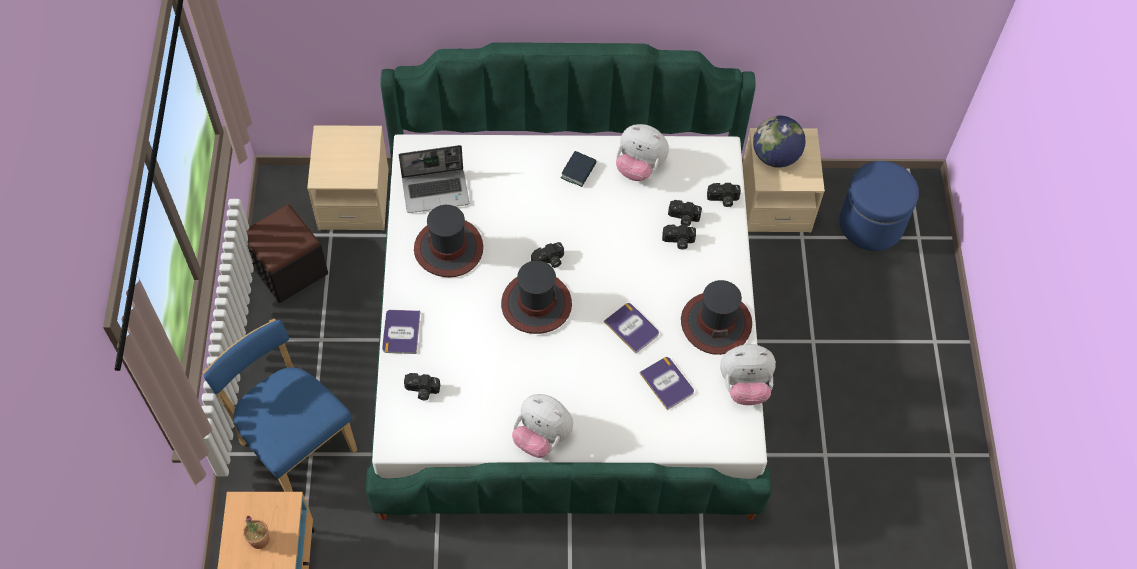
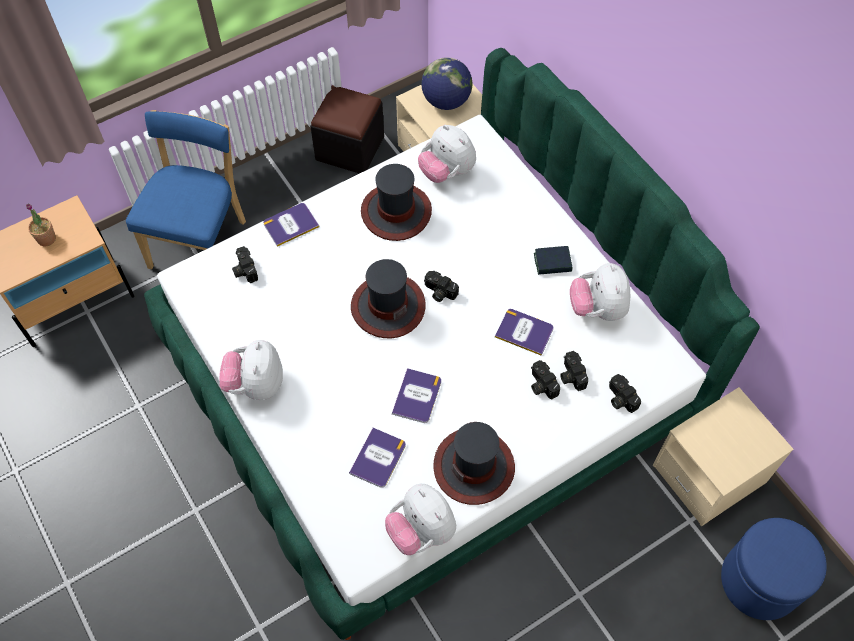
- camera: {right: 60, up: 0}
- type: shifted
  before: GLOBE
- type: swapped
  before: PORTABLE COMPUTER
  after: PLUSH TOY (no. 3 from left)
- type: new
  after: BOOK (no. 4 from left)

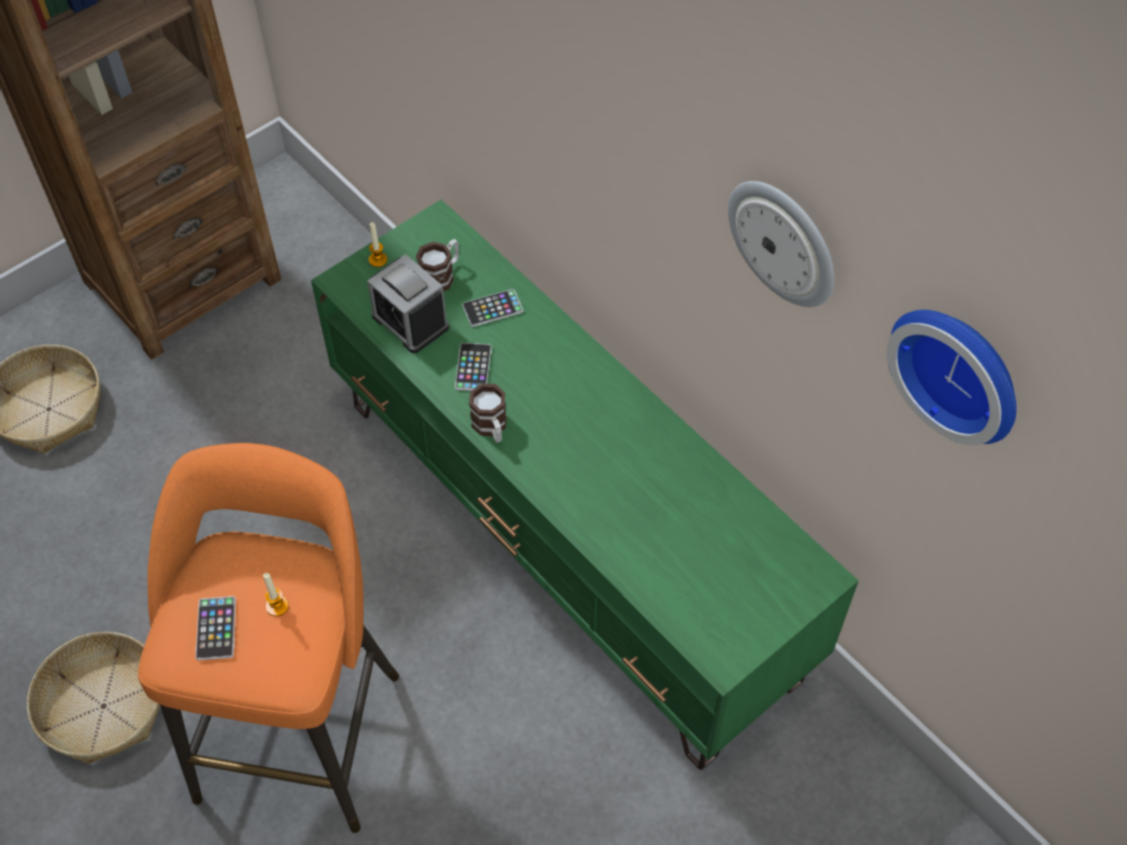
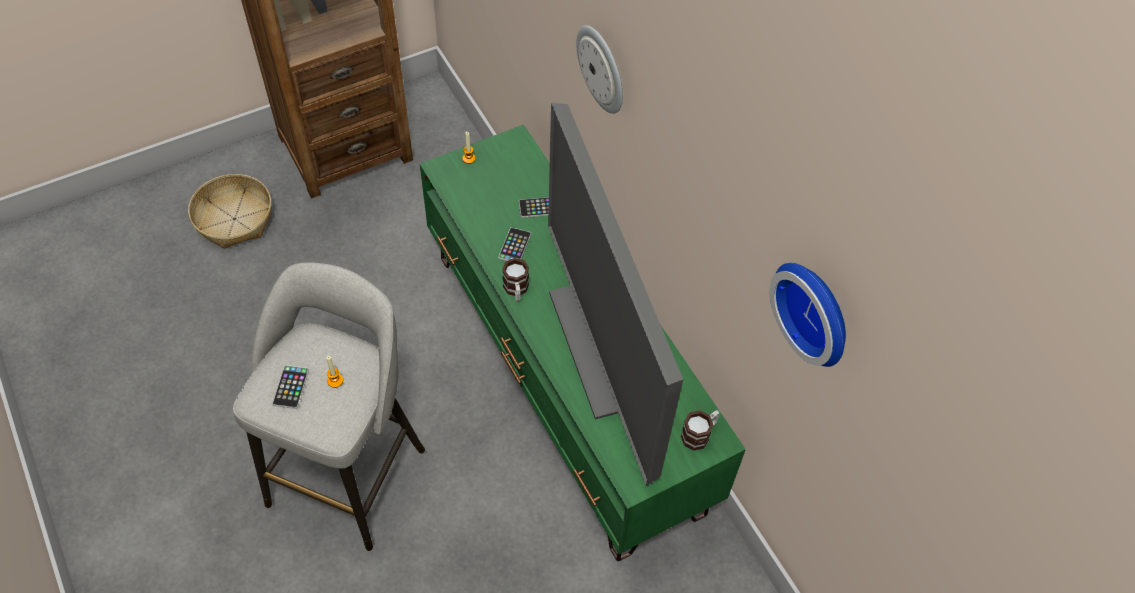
- camera: {right: 10, up: 0}
- type: shifted
  before: CLOCK ON THE WALL (no. 1 from left)
- type: shifted
  before: MUG (no. 1 from left in the first image)
  after: MUG (no. 2 from left)
- type: gone
  before: BEDSIDE CLOCK
- type: repainted
  before: ORANGE STOOL SEAT
  after: GREYISH STOOL SEAT
- type: gone
  before: STORAGE BASKET (no. 2 from left)
- type: new
  after: TV SET

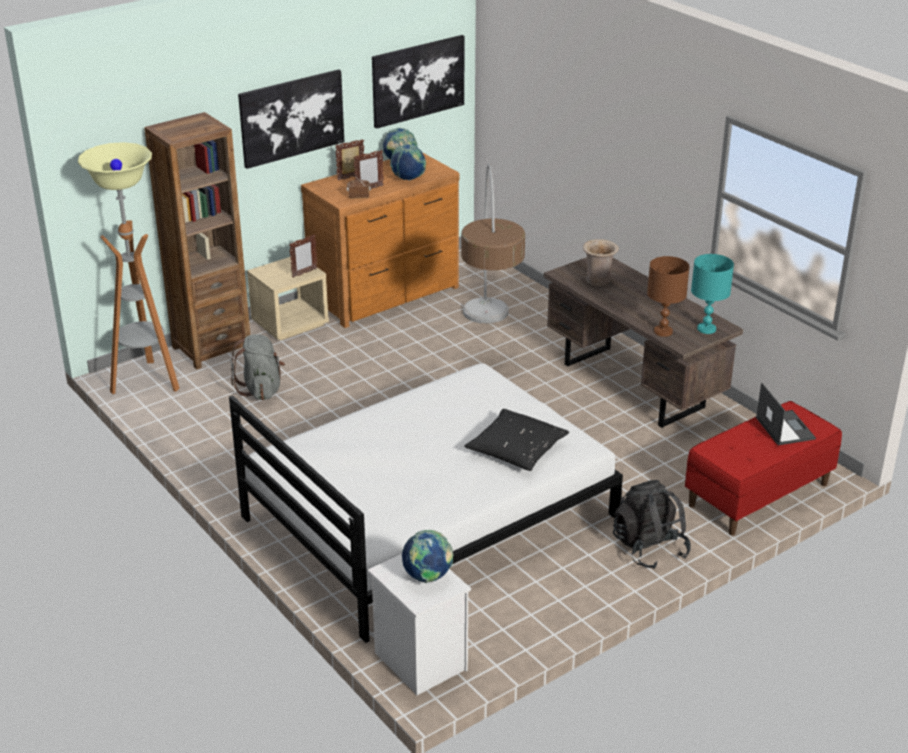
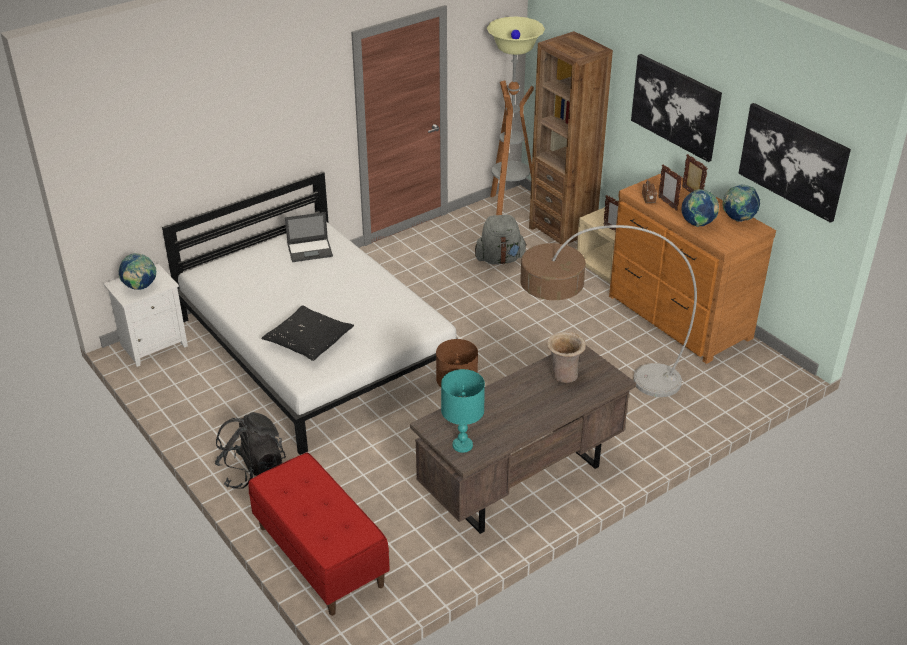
- camera: {right: 90, up: 5}
- type: shifted
  before: PORTABLE COMPUTER

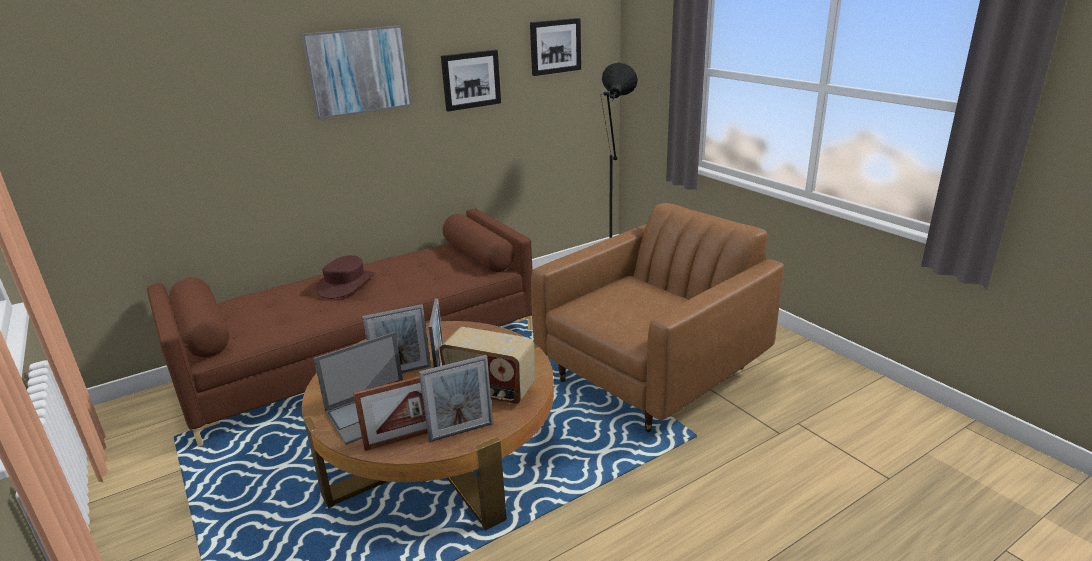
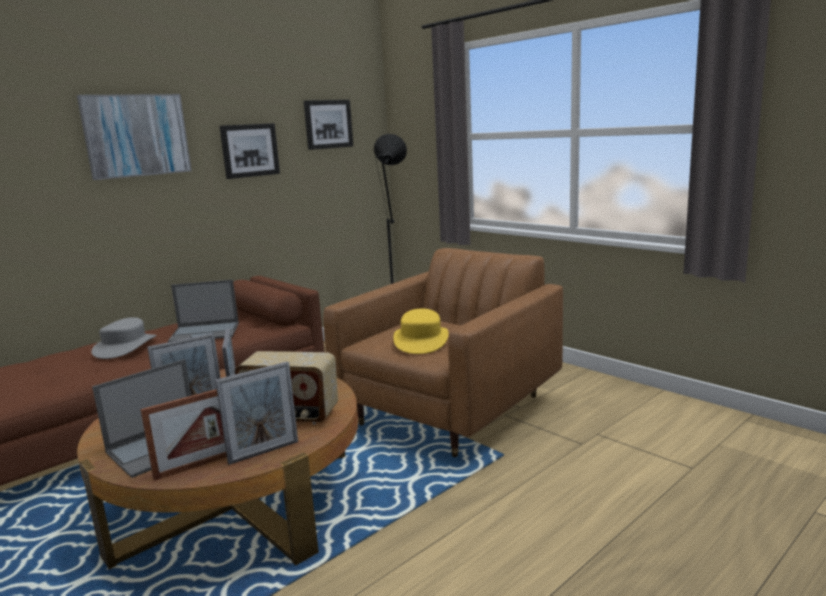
- camera: {right: -10, up: -10}
- type: repainted
  before: BROWN-COLOURED HAT
  after: GREYISH HAT
- type: new
  after: PORTABLE COMPUTER (no. 2 from left)
- type: new
  after: YELLOWISH HAT

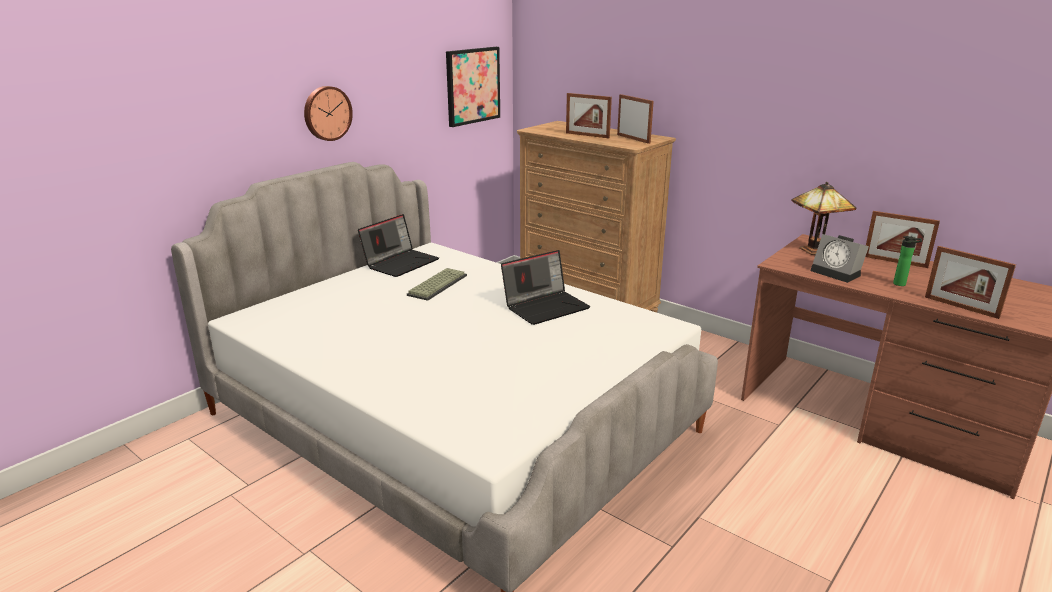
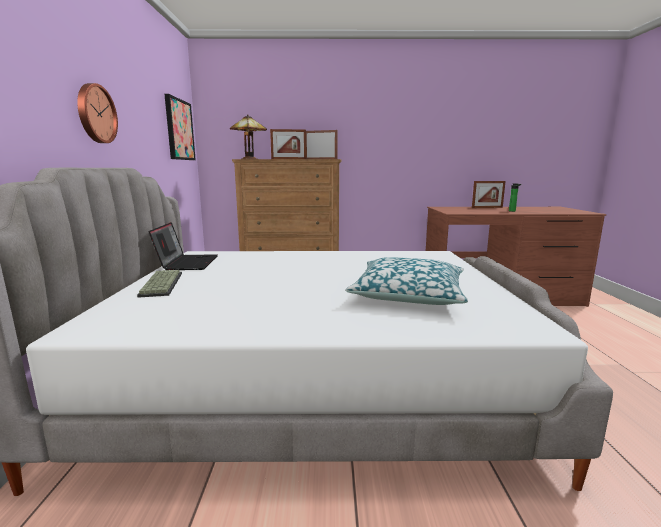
- camera: {right: -40, up: -10}
- type: shifted
  before: LAMP FOR A TABLE
- type: gone
  before: BEDSIDE CLOCK
- type: gone
  before: STANDING FRAME (no. 4 from left)
- type: gone
  before: PORTABLE COMPUTER (no. 2 from left)
- type: shifted
  before: PC KEYBOARD
- type: new
  after: THROW PILLOW

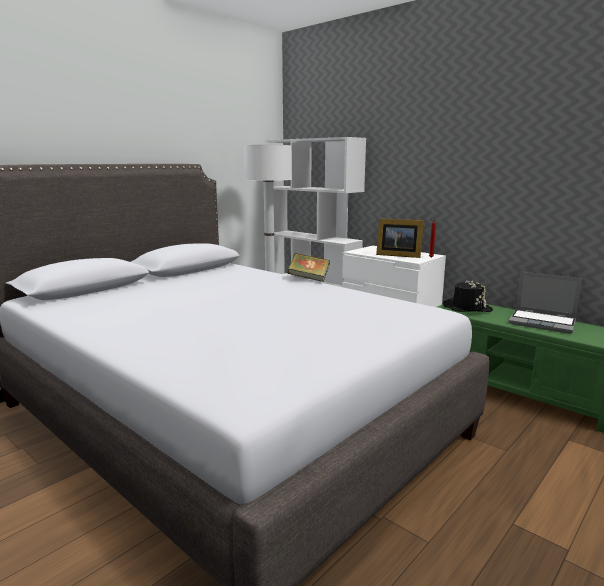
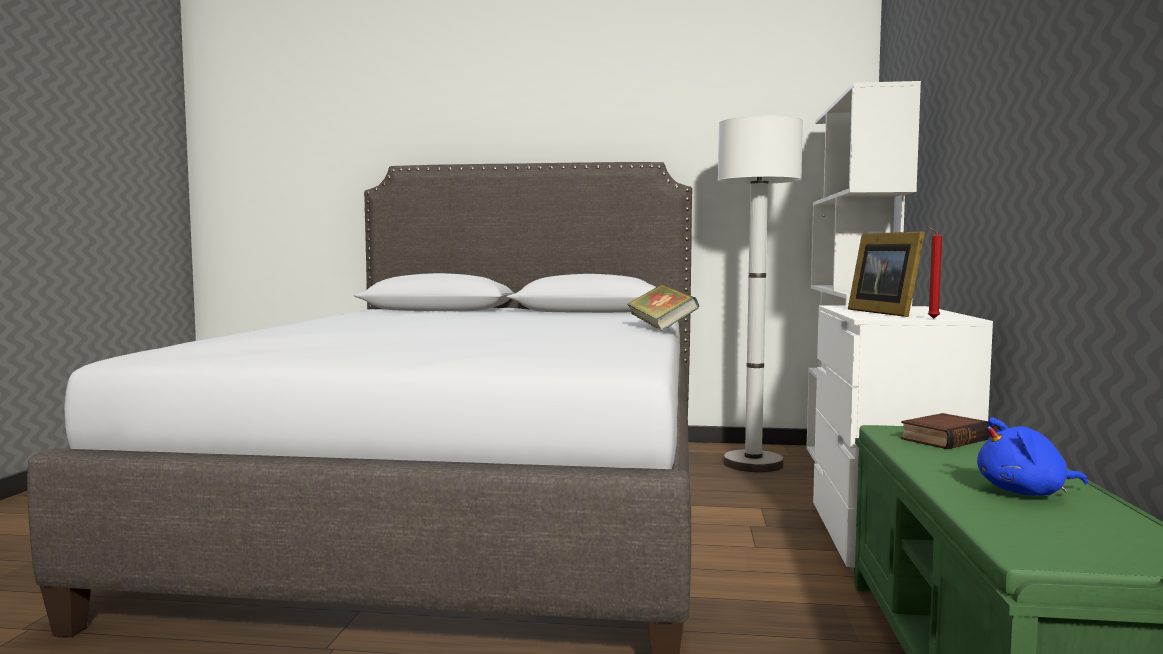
- camera: {right: 55, up: -10}
- type: swapped
  before: PORTABLE COMPUTER
  after: BLUISH PLUSH TOY
- type: swapped
  before: BLACKISH HAT
  after: BOOK (no. 2 from left)

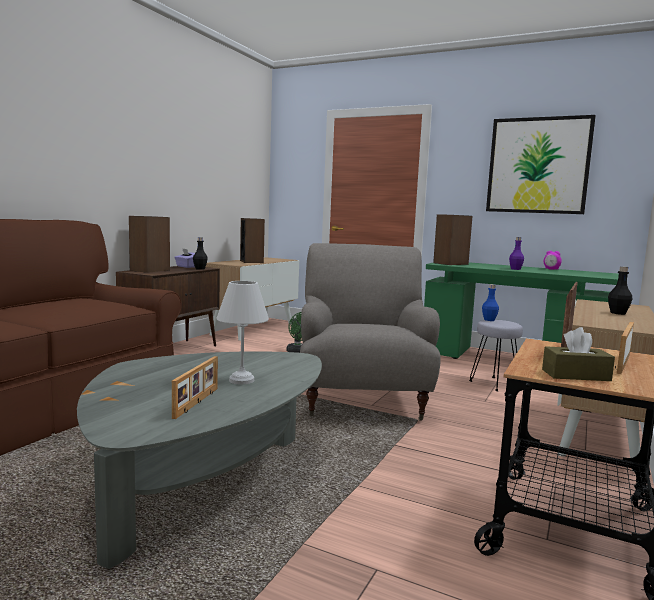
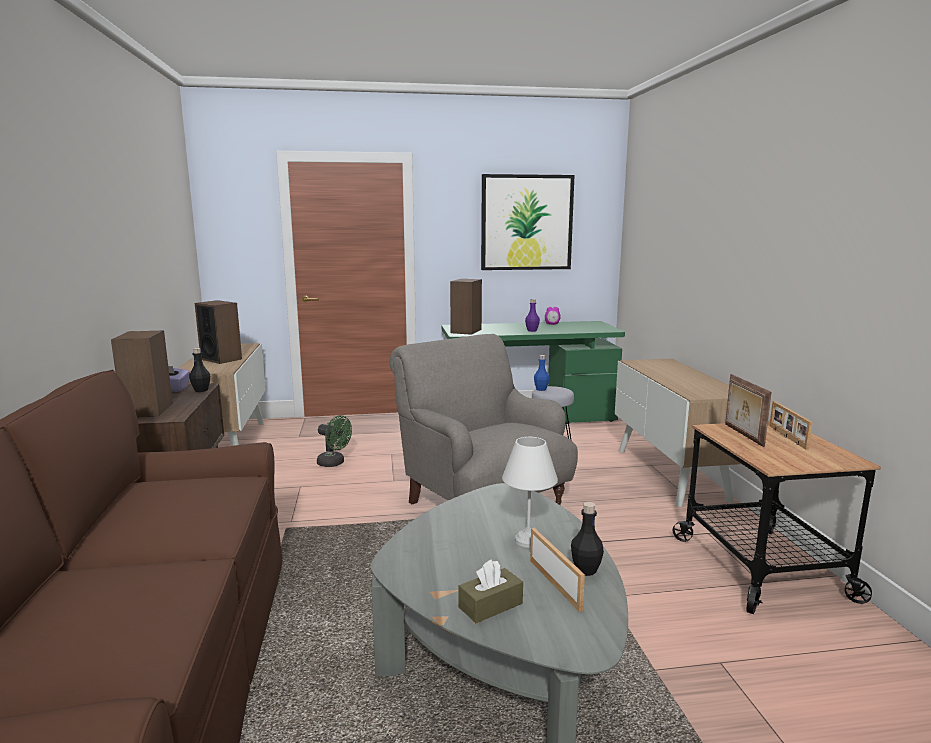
- camera: {right: -35, up: 5}
- type: shifted
  before: BLACKISH DRINK BOTTLE (no. 2 from left)
- type: shifted
  before: BROWN-COLOURED TISSUE BOX

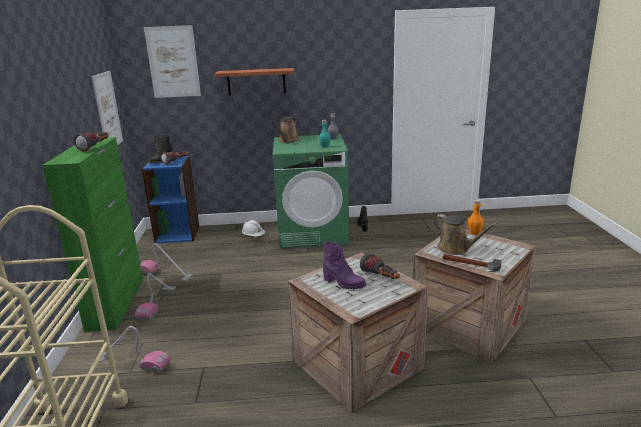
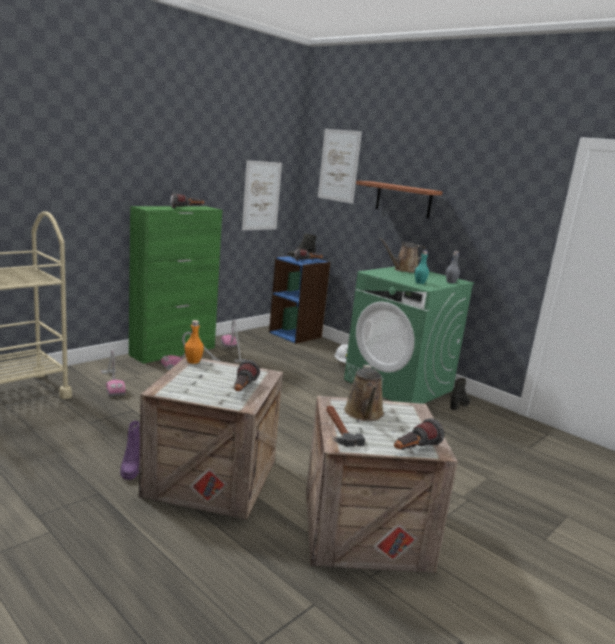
- camera: {right: 45, up: -5}
- type: shifted
  before: ORANGE DRINK BOTTLE
- type: shifted
  before: PURPLE BOOT
- type: new
  after: HAND TORCH (no. 4 from left)

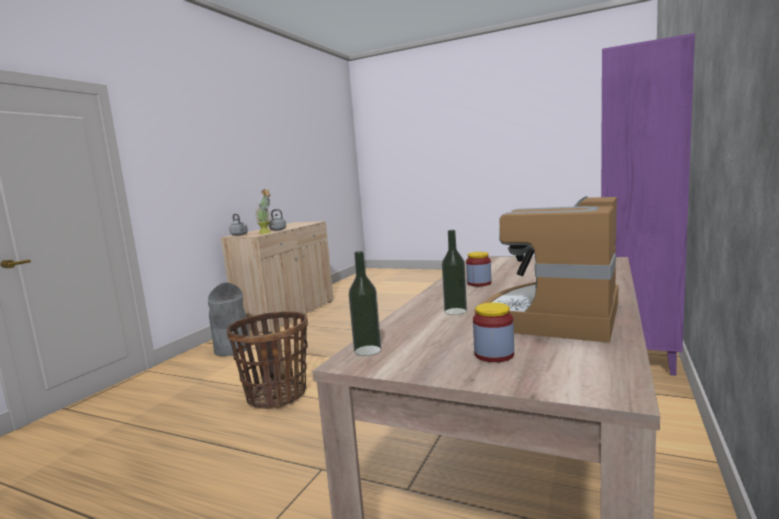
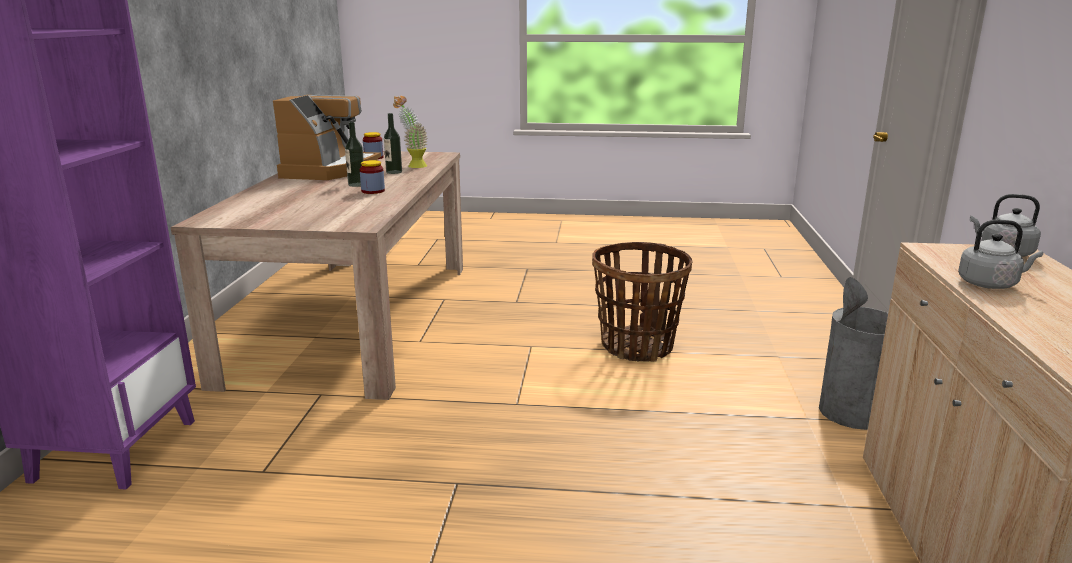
- camera: {right: 160, up: 10}
- type: shifted
  before: HOUSEPLANT
- type: shifted
  before: DRINK BOTTLE (no. 1 from left)

